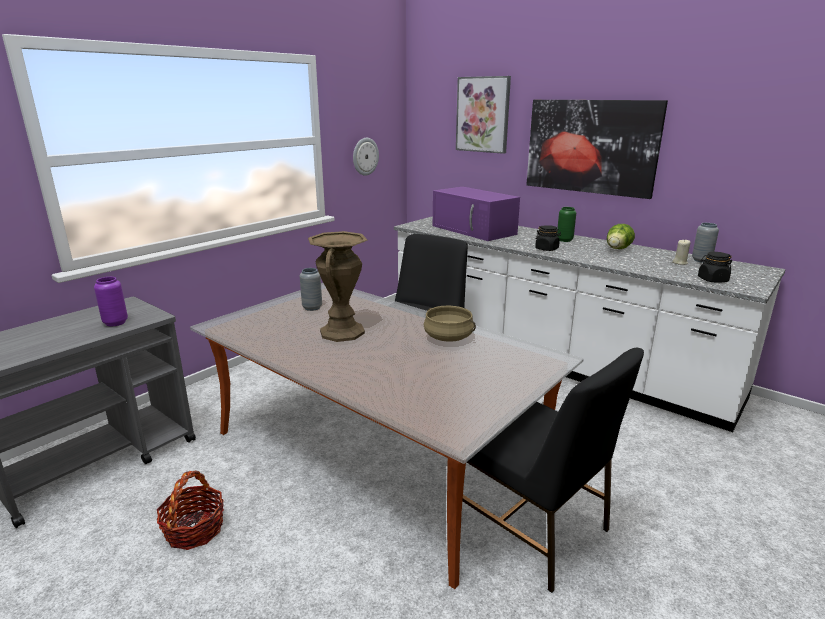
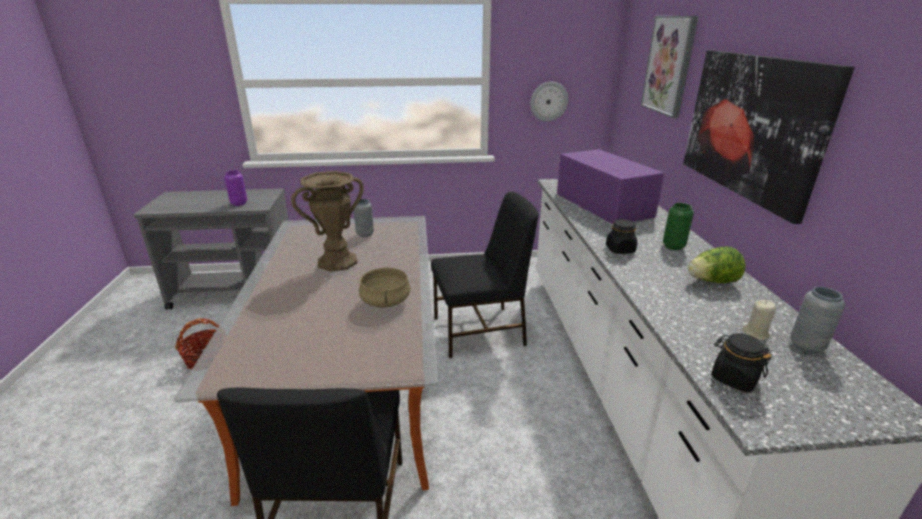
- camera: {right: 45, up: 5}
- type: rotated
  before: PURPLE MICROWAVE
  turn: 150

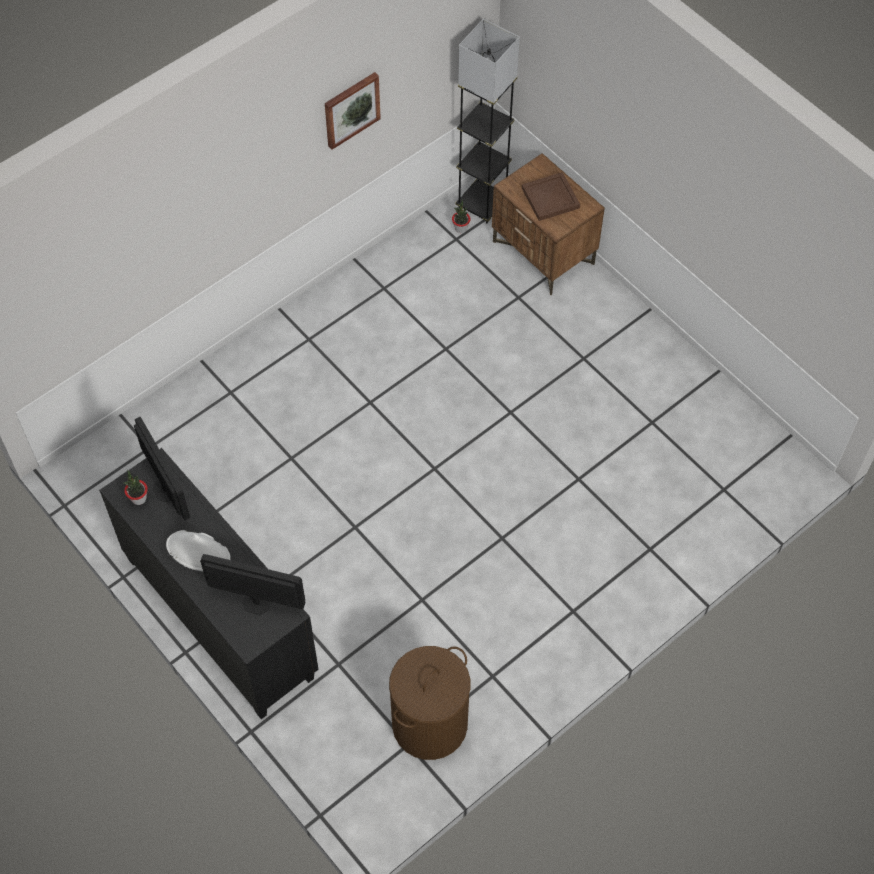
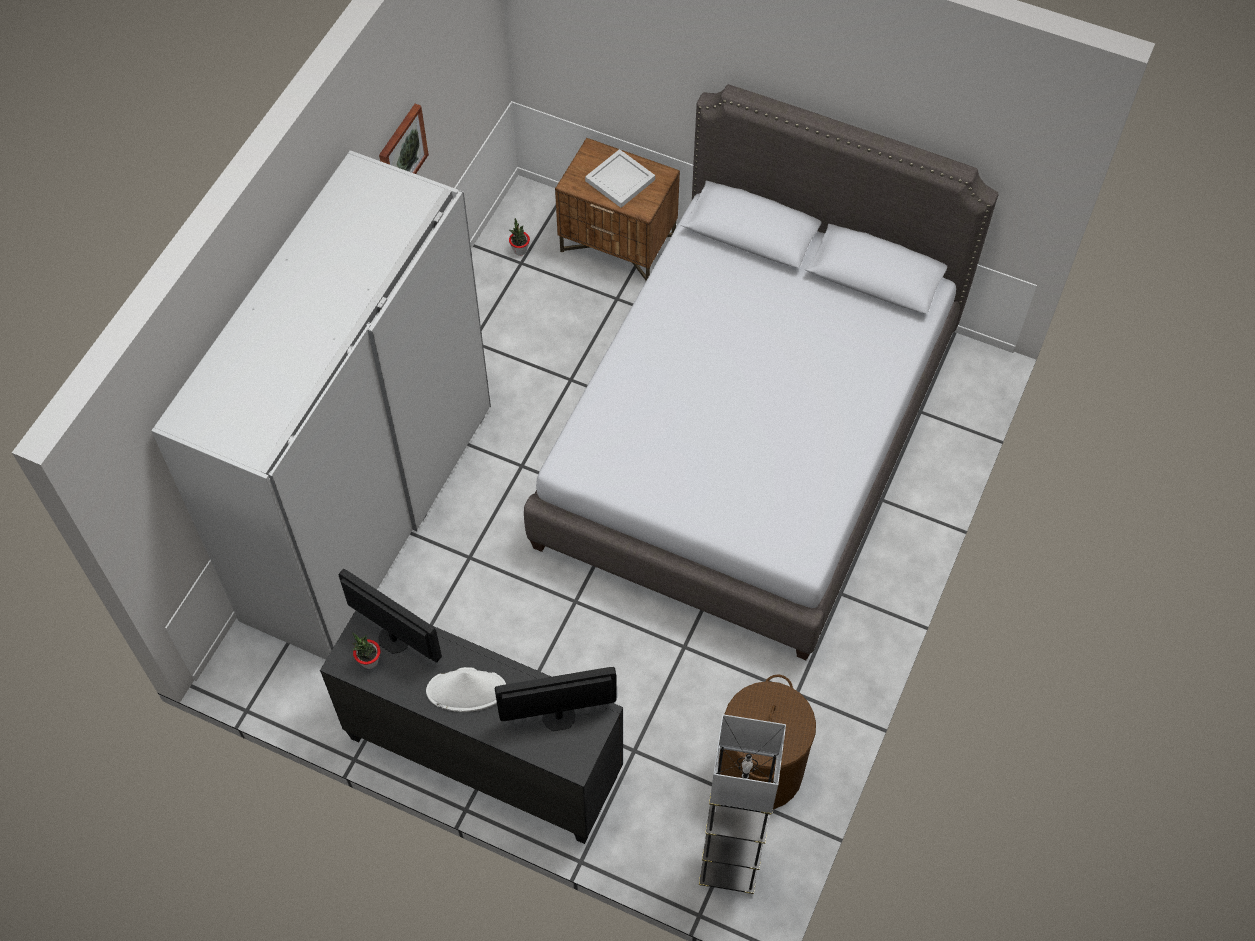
- camera: {right: -25, up: 0}
- type: shifted
  before: GREYISH STANDING LAMP
- type: repainted
  before: BROWN-COLOURED SERVING TRAY
  after: WHITISH SERVING TRAY
- type: new
  after: GREYISH BEDROOM BED
- type: new
  after: WHITISH ARMOIRE

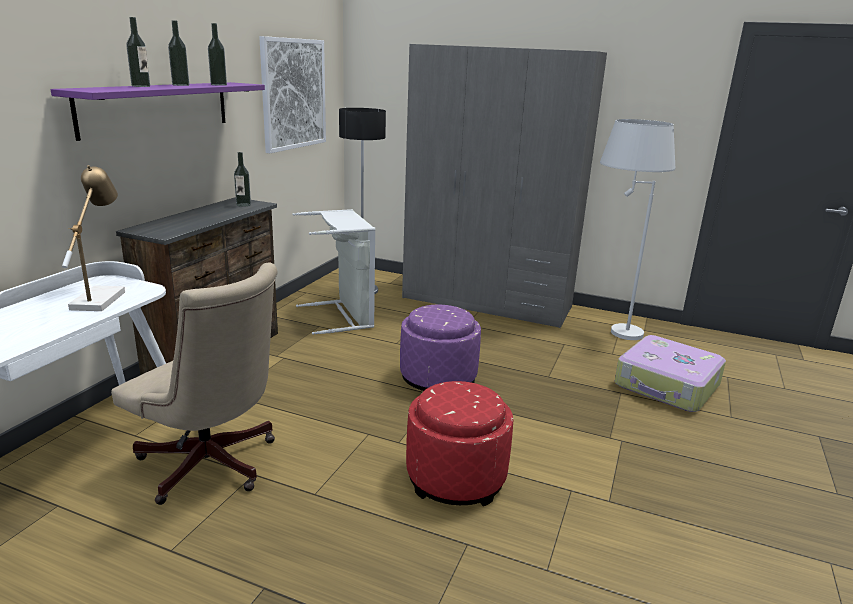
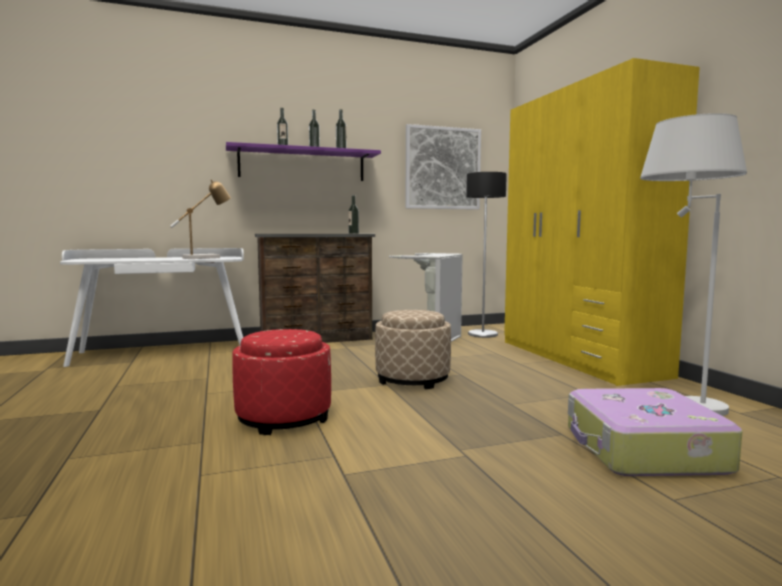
- camera: {right: 50, up: -15}
- type: repainted
  before: GREYISH ARMOIRE
  after: YELLOWISH ARMOIRE
- type: gone
  before: SAND-COLOURED DESK CHAIR
- type: repainted
  before: PURPLE FOOTREST
  after: SAND-COLOURED FOOTREST

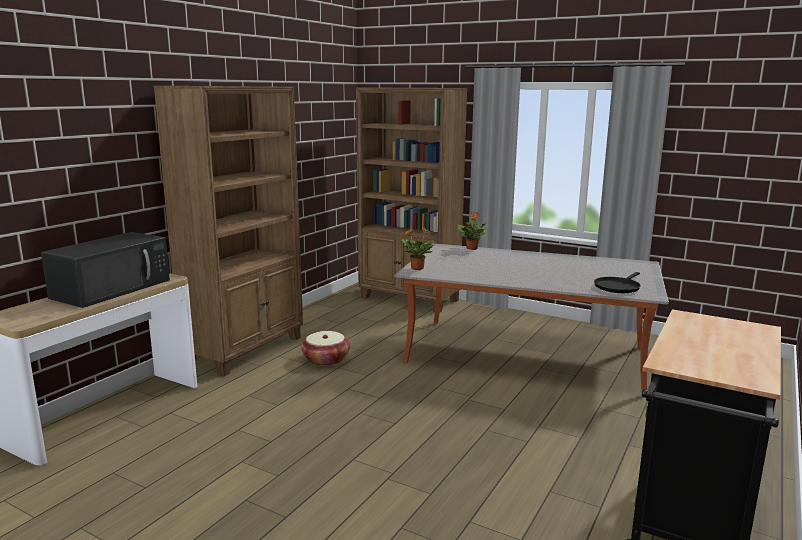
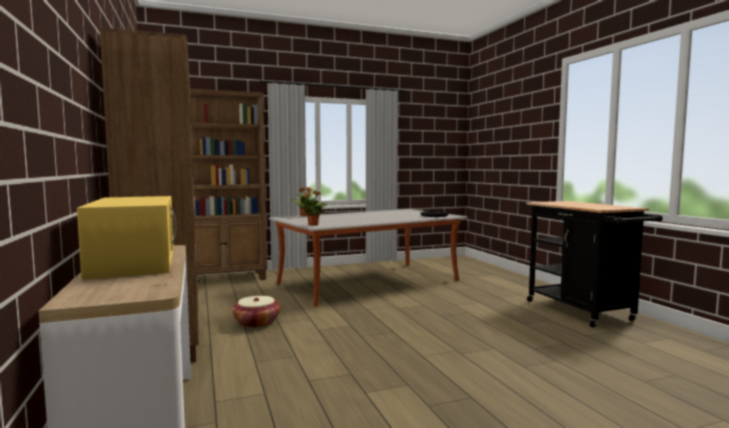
- camera: {right: -50, up: -10}
- type: repainted
  before: BLACKISH MICROWAVE
  after: YELLOWISH MICROWAVE

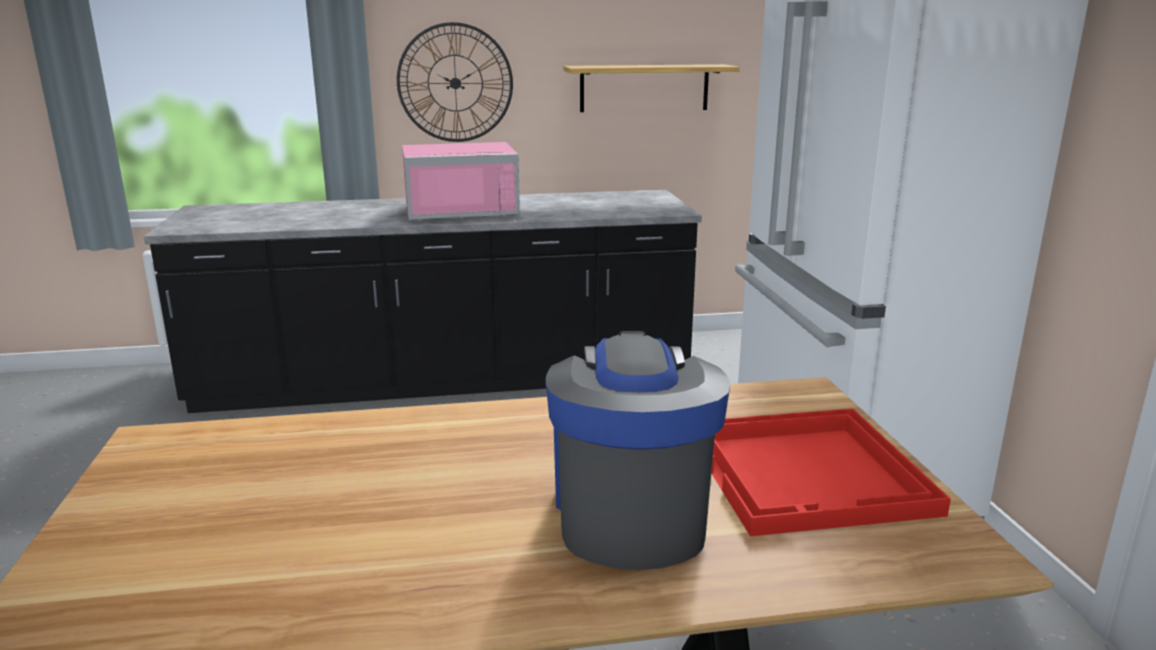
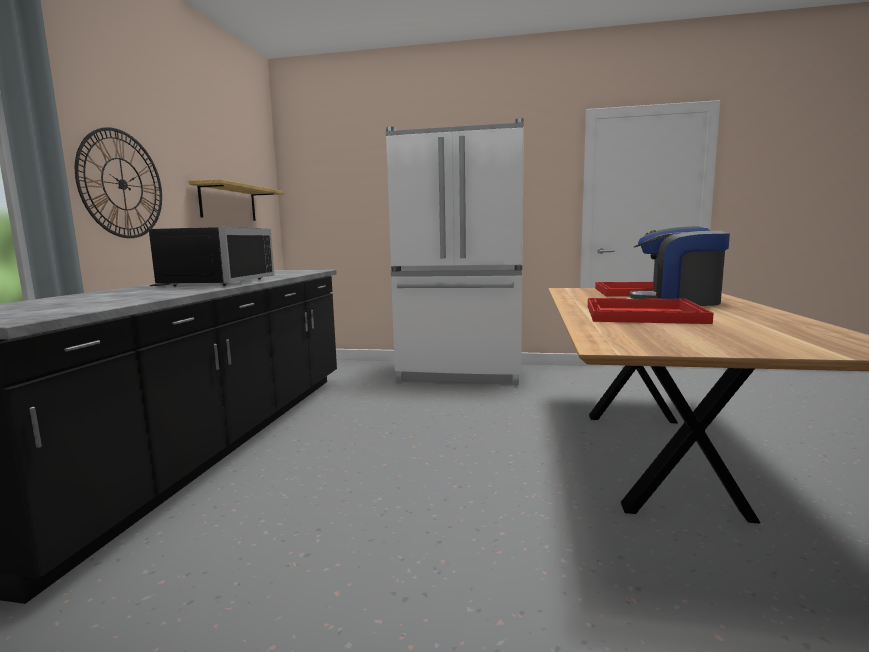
- camera: {right: -70, up: -10}
- type: repainted
  before: PINKISH MICROWAVE
  after: BLACKISH MICROWAVE
- type: new
  after: REDDISH SERVING TRAY (no. 2 from left)

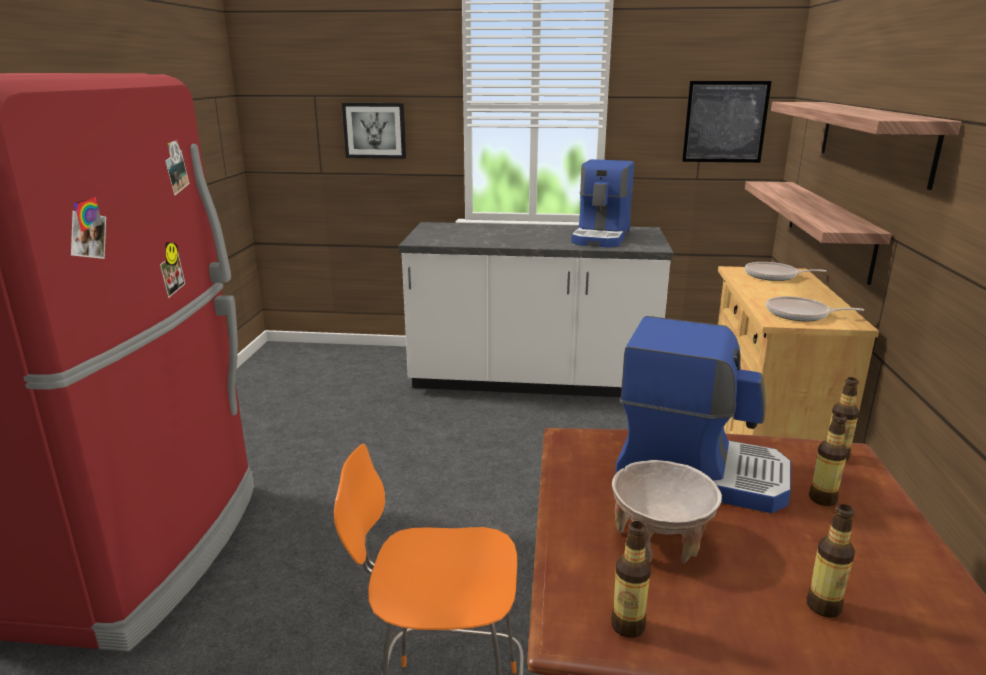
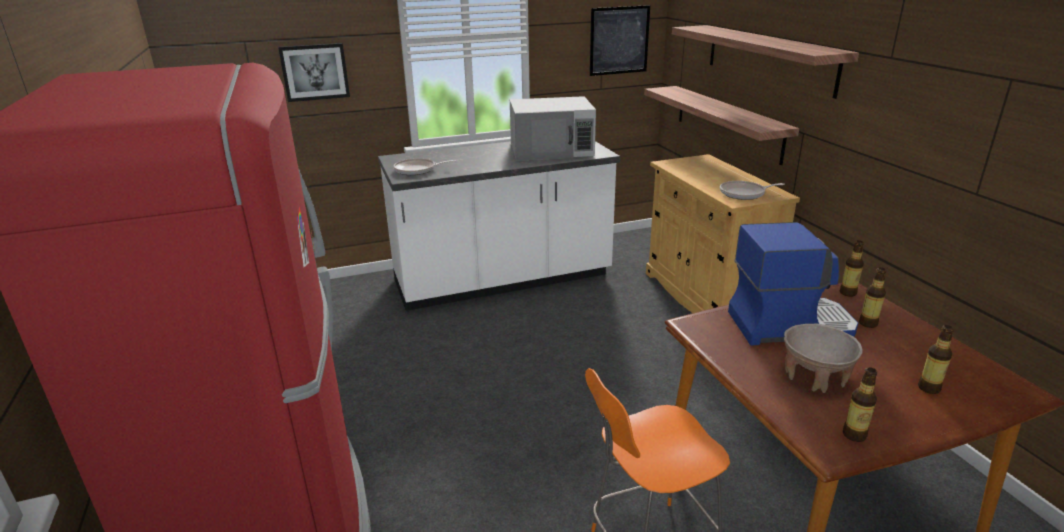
- camera: {right: -25, up: 5}
- type: swapped
  before: COFFEE MACHINE (no. 1 from left)
  after: WHITISH MICROWAVE
- type: shifted
  before: PAN (no. 1 from left)

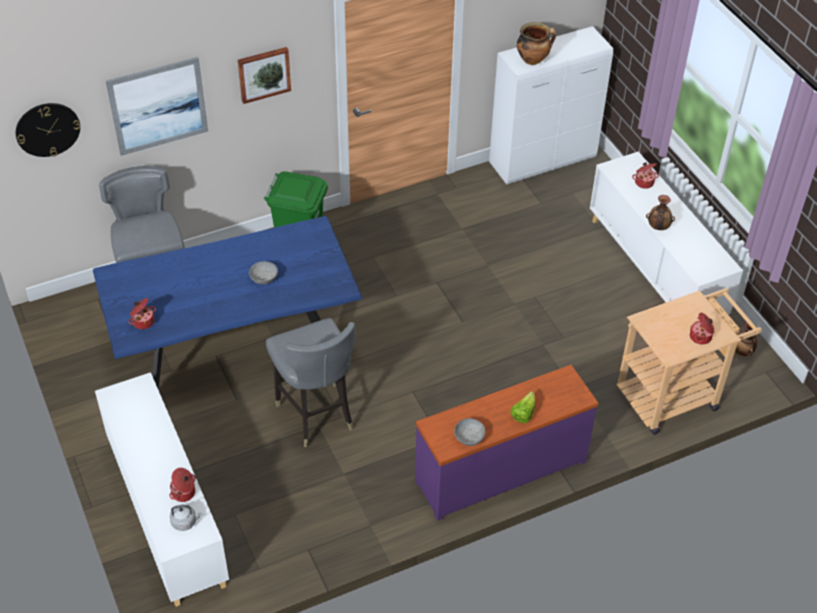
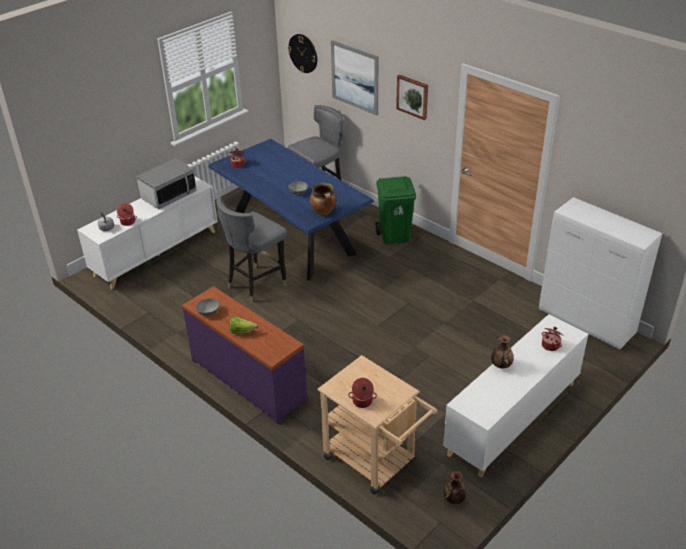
- camera: {right: 70, up: -10}
- type: shifted
  before: STOCKPOT (no. 3 from left)
- type: new
  after: MICROWAVE

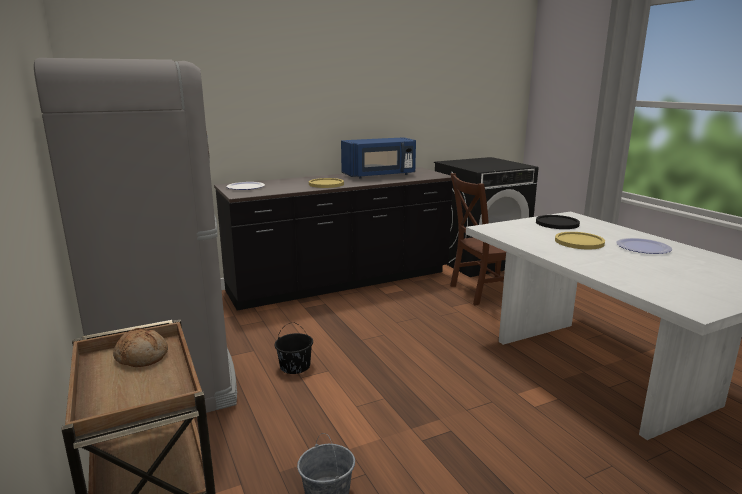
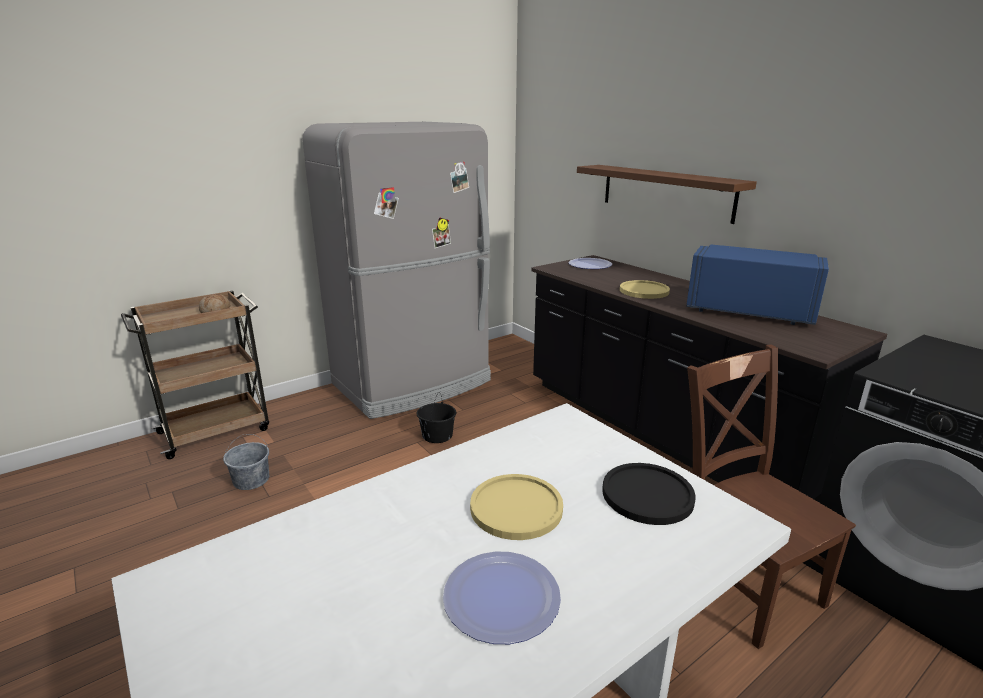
- camera: {right: 80, up: 5}
- type: rotated
  before: BLUISH MICROWAVE
  turn: 150
- type: new
  after: BROWN-COLOURED SHELF

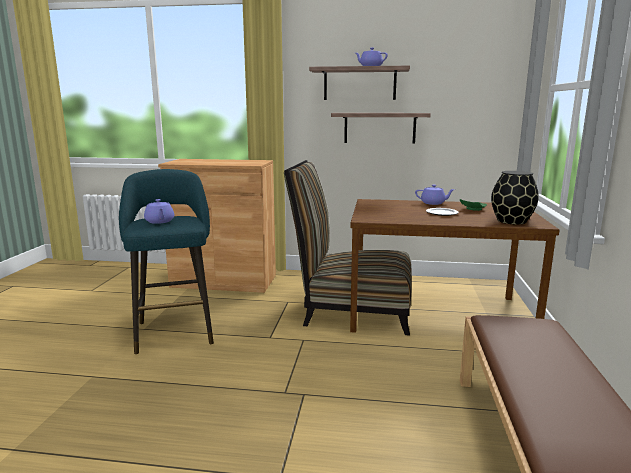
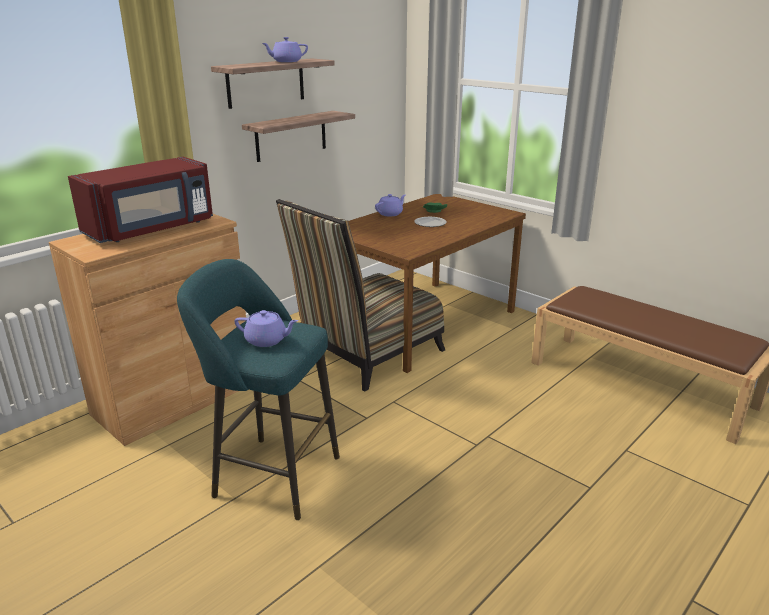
- camera: {right: -55, up: 10}
- type: gone
  before: BLACKISH FLOWER VASE
- type: new
  after: REDDISH MICROWAVE

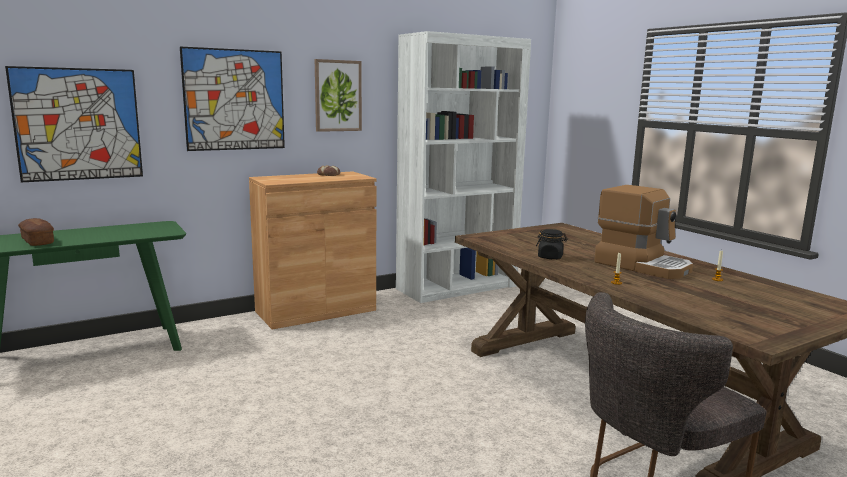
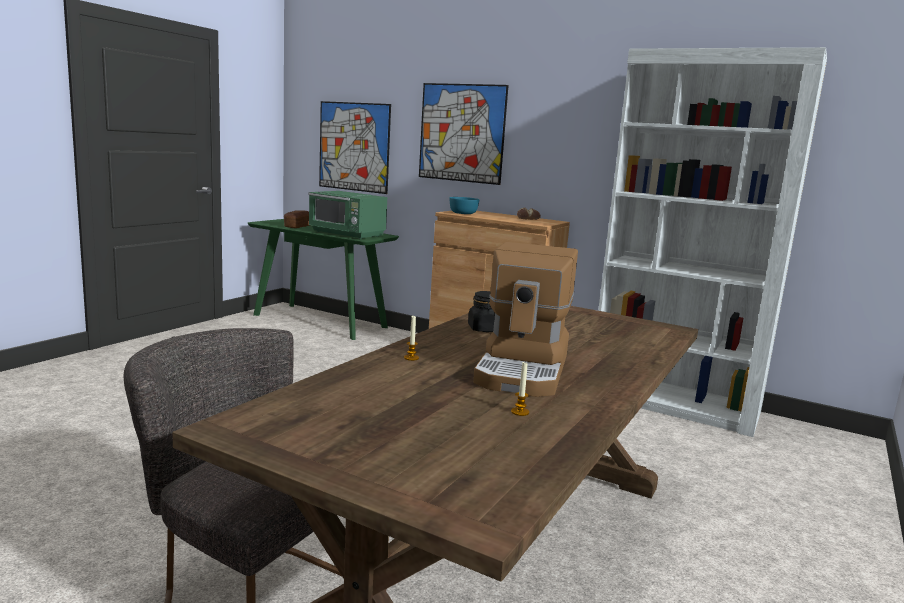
- camera: {right: 60, up: 0}
- type: gone
  before: PICTURE (no. 3 from left)
- type: new
  after: GREENISH MICROWAVE
- type: new
  after: TURQUOISE-COLOURED BOWL

